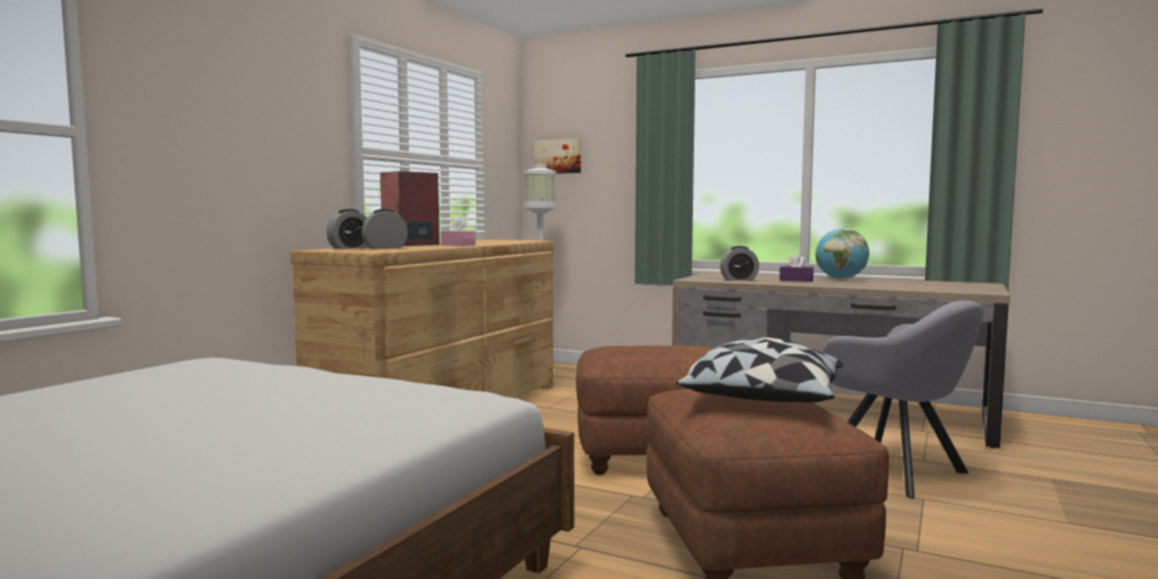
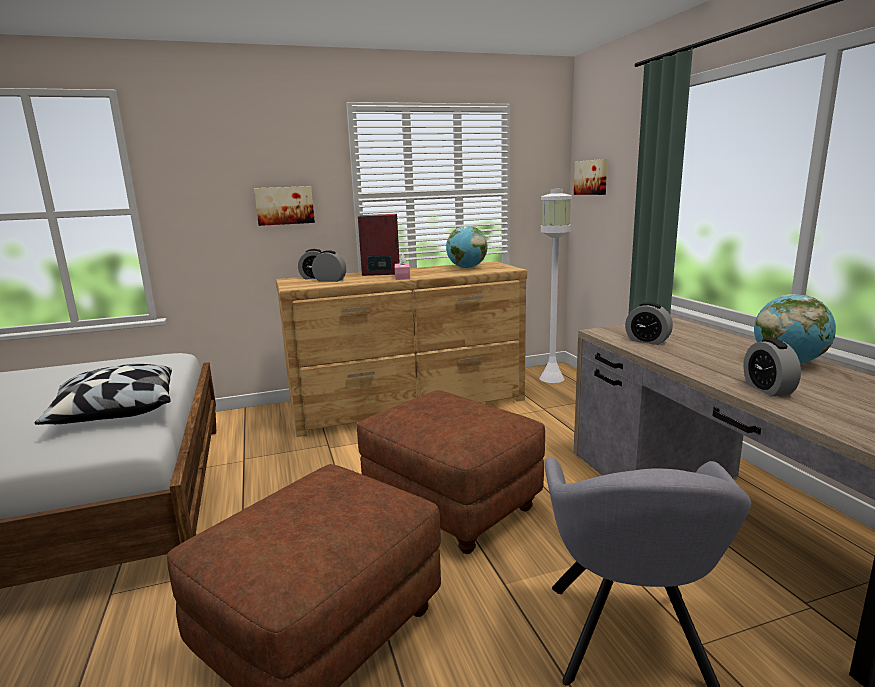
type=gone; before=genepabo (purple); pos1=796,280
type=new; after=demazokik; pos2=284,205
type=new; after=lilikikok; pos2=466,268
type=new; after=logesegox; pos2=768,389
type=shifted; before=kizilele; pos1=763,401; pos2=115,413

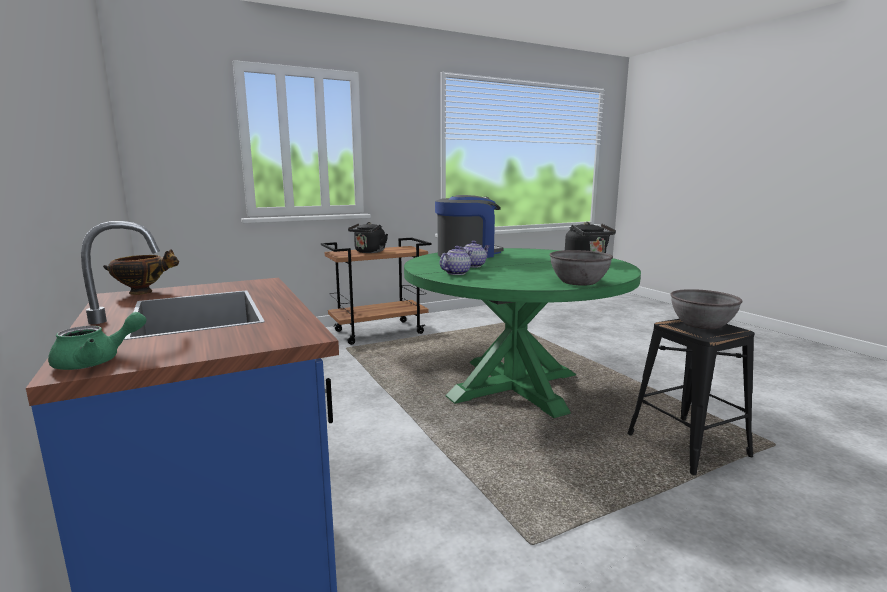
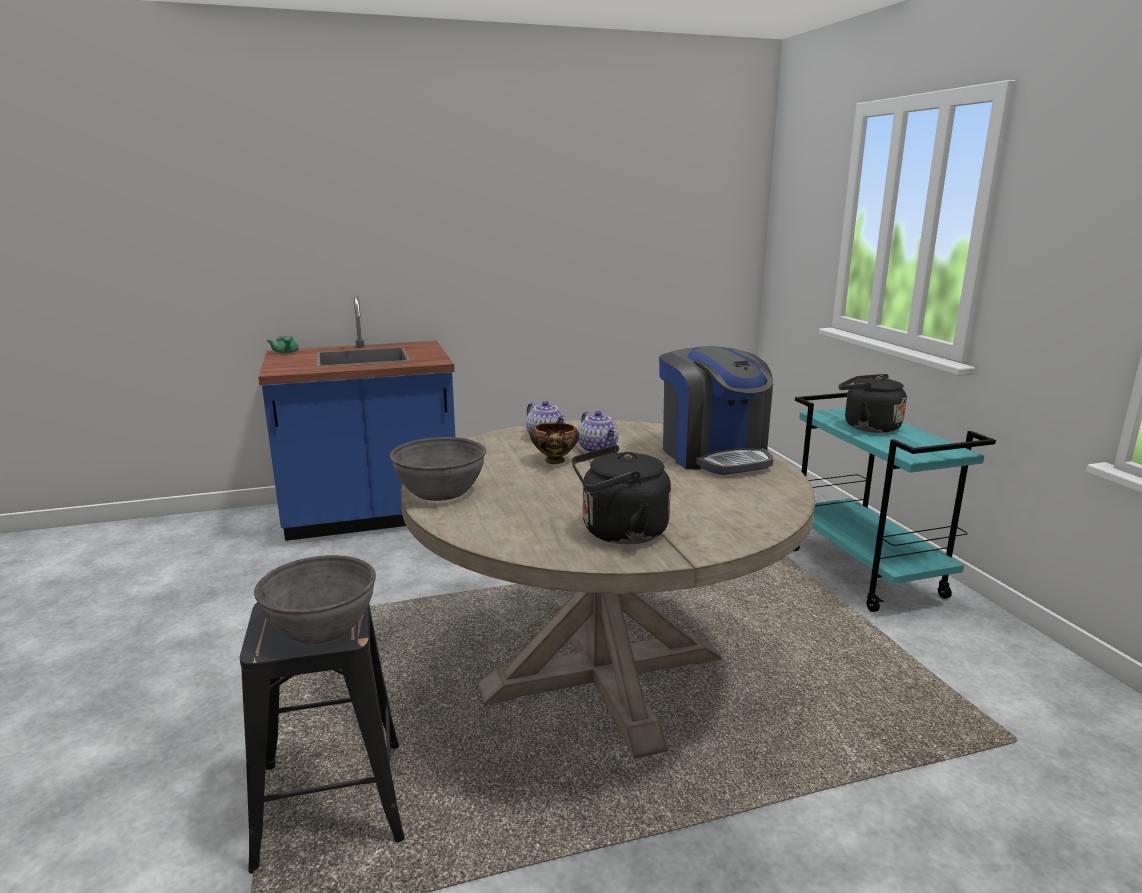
type=shifted; before=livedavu; pos1=144,292; pos2=555,461
type=repainted; before=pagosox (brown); after=pagosox (turquoise); pos1=379,332; pos2=866,573
type=repainted; before=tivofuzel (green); after=tivofuzel (beige); pos1=513,386; pos2=602,673

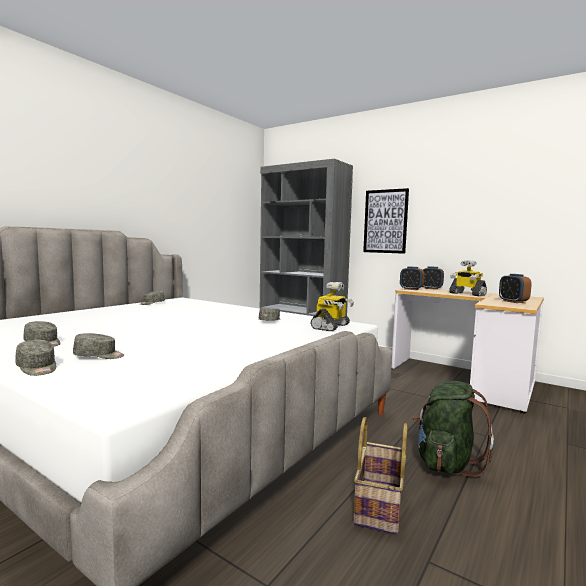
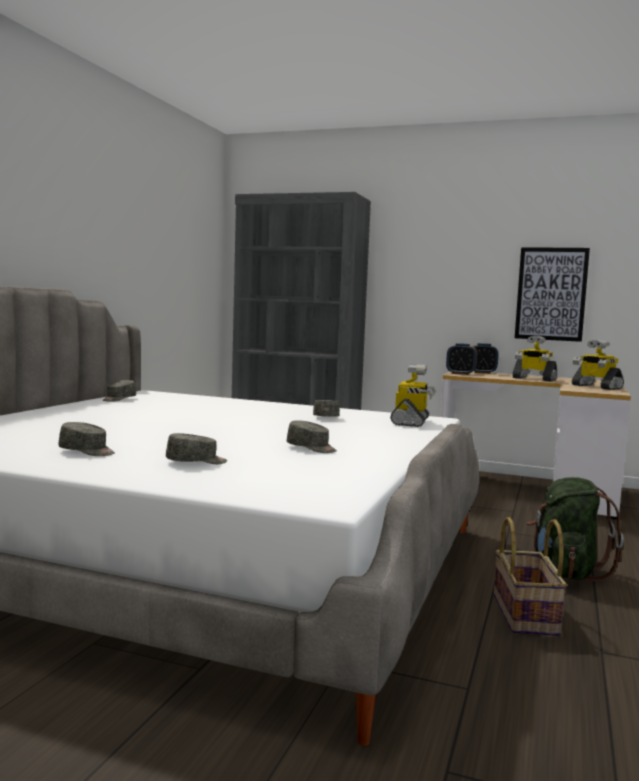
type=shifted; before=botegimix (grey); pos1=37,368; pos2=311,448
type=shifted; before=demazokik; pos1=385,221; pos2=551,294
type=swapped; before=logesegox; after=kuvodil; pos1=513,301; pos2=596,387

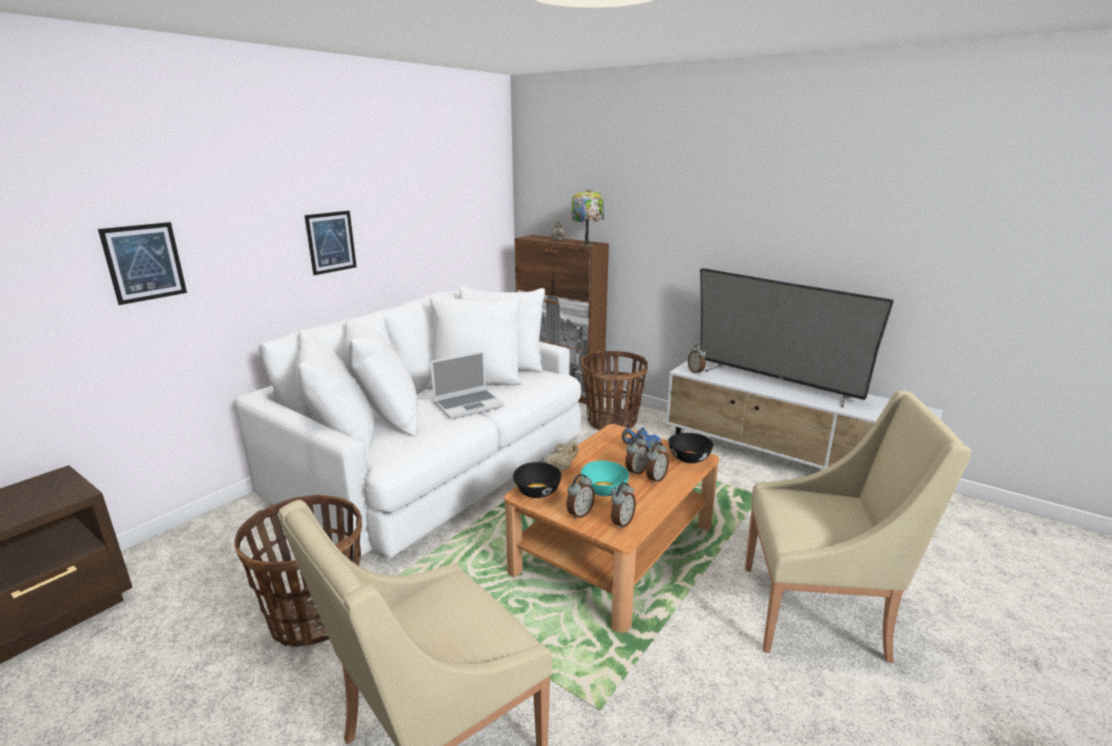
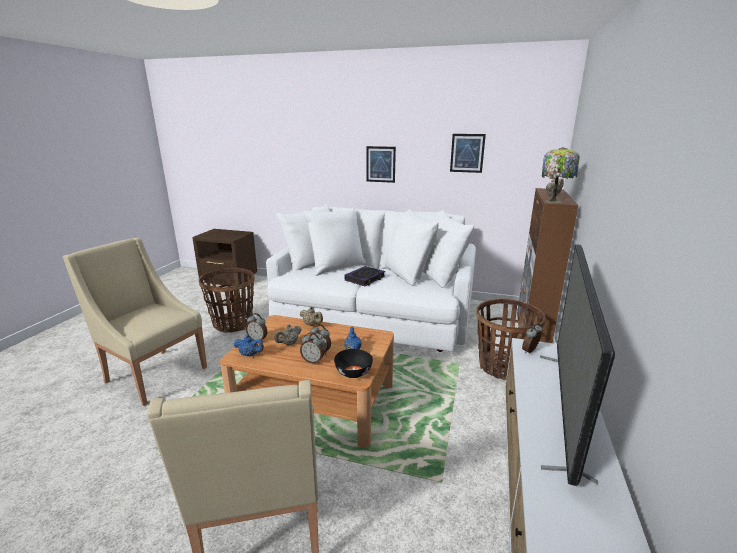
type=gone; before=livedavu (black); pos1=538,492
type=shifted; before=demazokik; pos1=144,262; pos2=467,153
type=swapped; before=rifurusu; after=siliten; pos1=469,405; pos2=365,279
type=swapped; before=livedavu (turquoise); after=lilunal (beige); pos1=604,490; pos2=289,343
type=swapped; before=logesegox; after=lilunal (blue); pos1=621,523; pos2=250,355

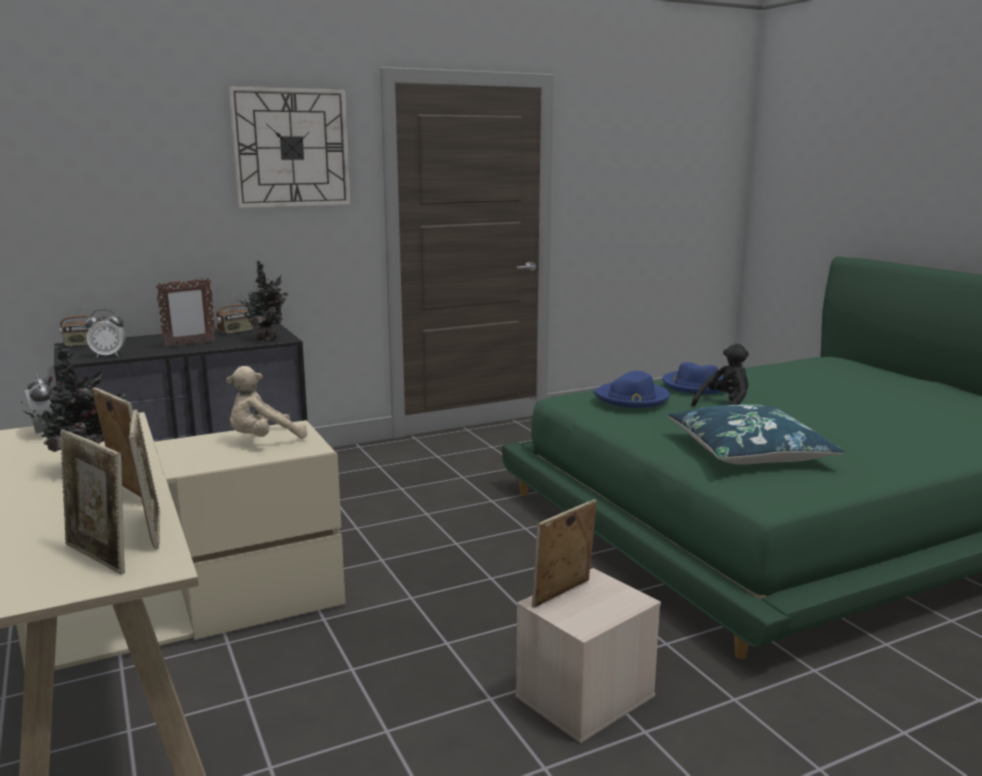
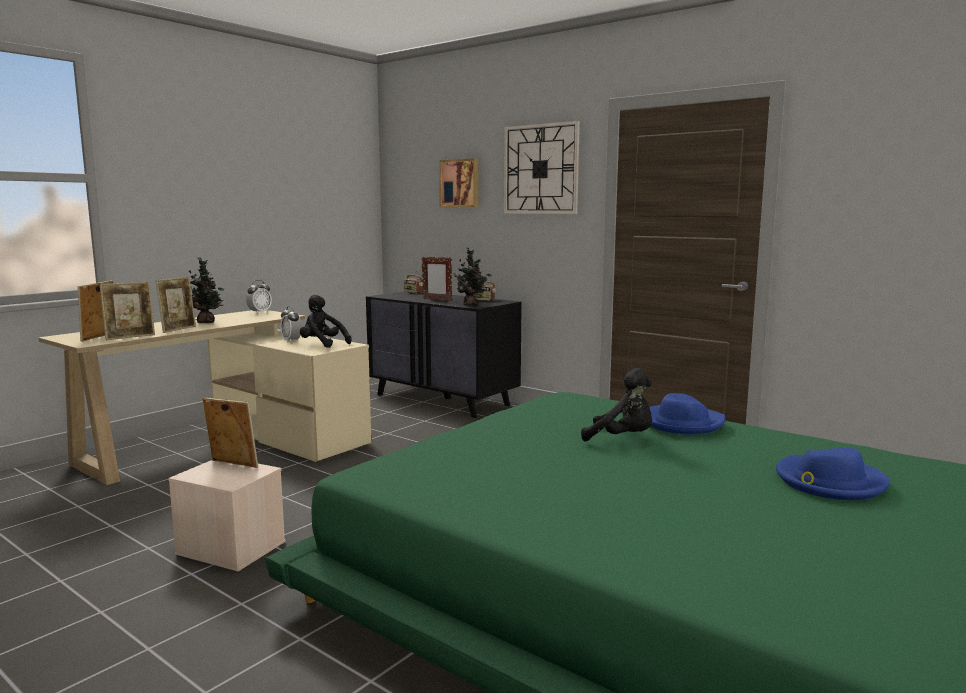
type=gone; before=kizilele (blue); pos1=749,452
type=new; after=demazokik; pos2=460,183
type=shifted; before=logesegox; pos1=108,356; pos2=291,341
type=shifted; before=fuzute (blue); pos1=632,398; pos2=829,482
type=repainted; before=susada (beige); after=susada (black); pos1=263,440; pos2=322,344

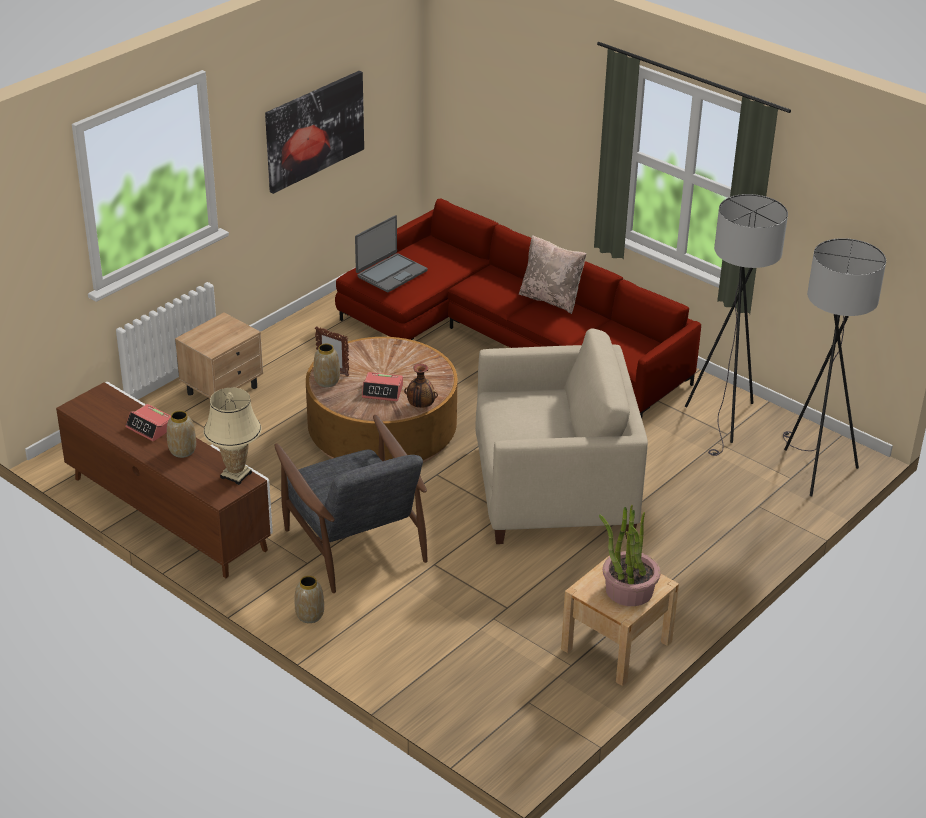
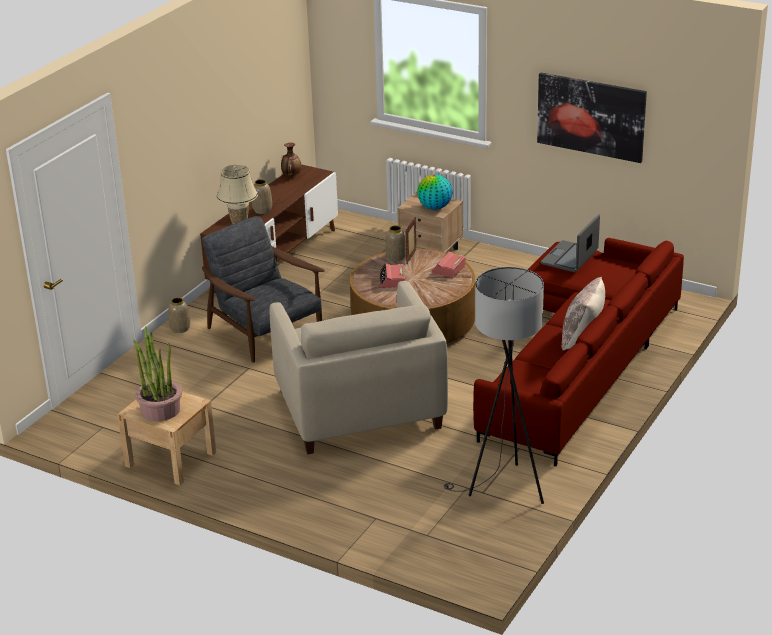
type=gone; before=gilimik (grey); pos1=812,468
type=new; after=lilikikok; pos2=434,207
type=shifted; before=logesegox; pos1=151,427; pos2=448,269
type=shifted; before=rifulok; pos1=420,406; pos2=291,175
type=rotated; before=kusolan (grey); pos1=354,541; pos2=265,332; turn=90
type=rotated; before=rifurusu; pos1=391,273; pos2=570,258; turn=90

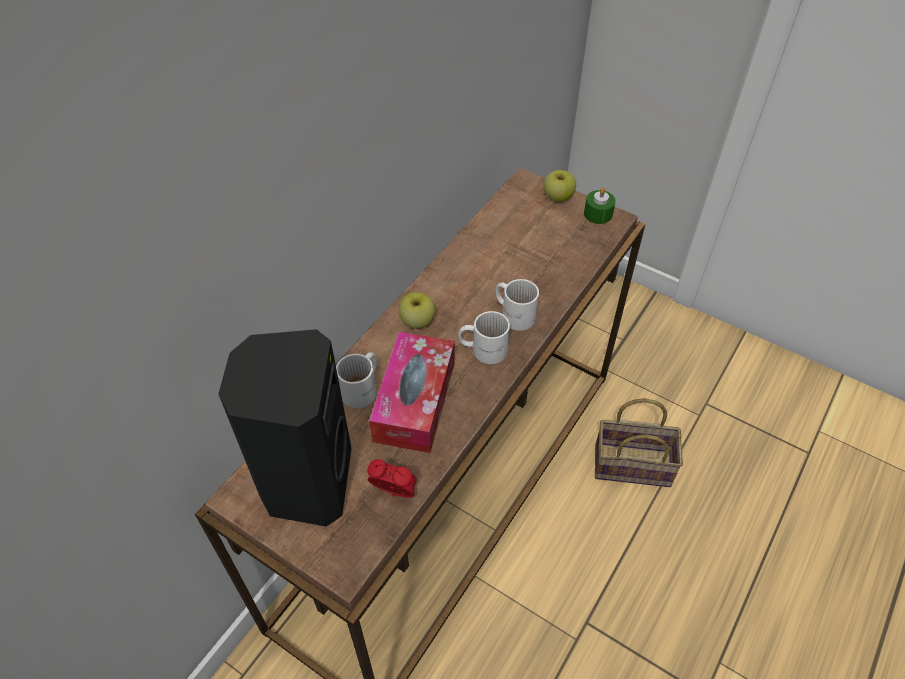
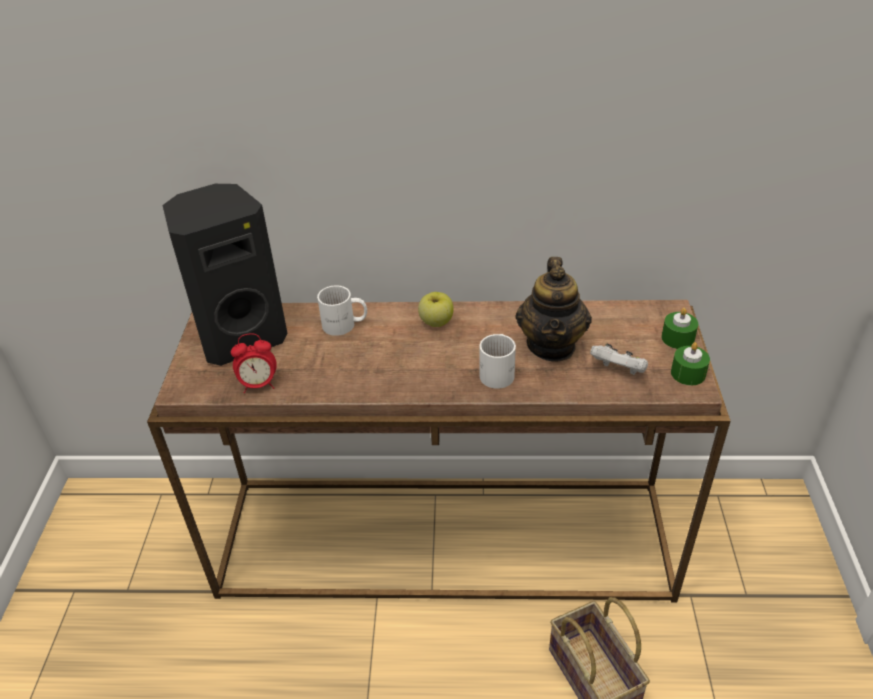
type=gone; before=genepabo; pos1=414,401
type=gone; before=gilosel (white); pos1=483,348
type=new; after=lilunal; pos2=552,345
type=new; after=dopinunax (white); pos2=618,371
type=swapped; before=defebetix; after=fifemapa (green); pos1=558,197; pos2=677,338
type=rotated; before=logesegox; pos1=394,494; pos2=259,385; turn=90

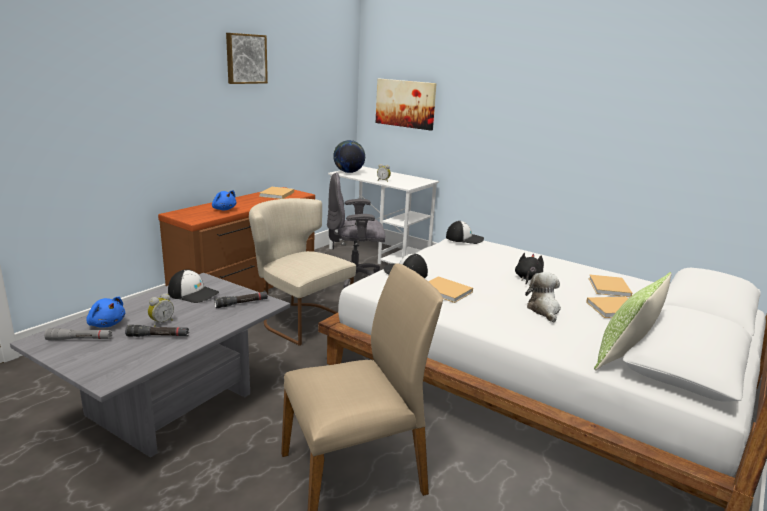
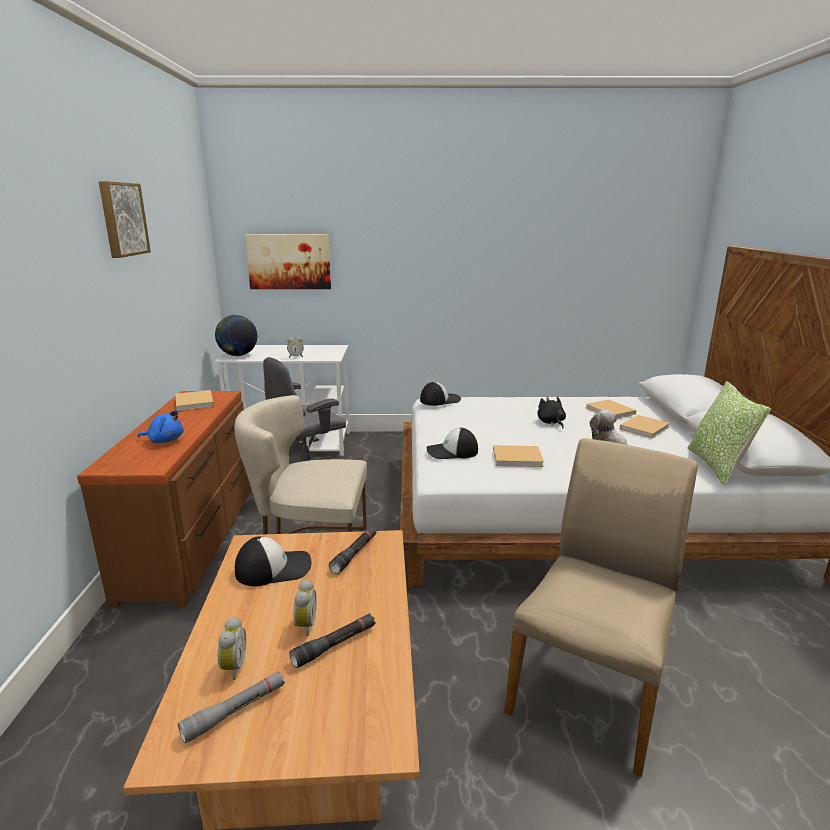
type=swapped; before=susada (blue); after=logesegox; pos1=106,324; pos2=232,667
type=repainted; before=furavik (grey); after=furavik (brown); pos1=171,407; pos2=311,737

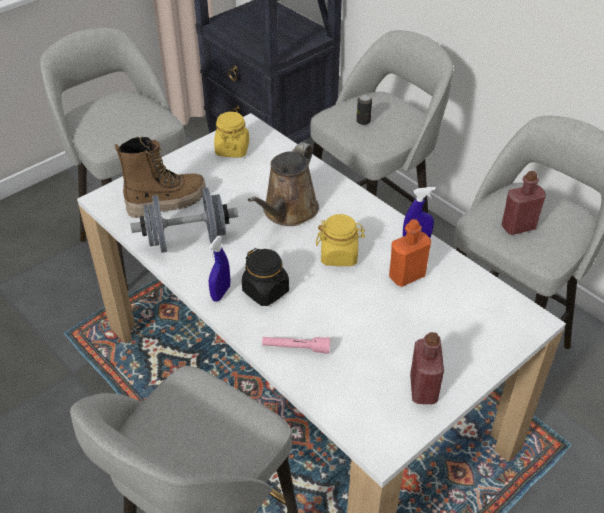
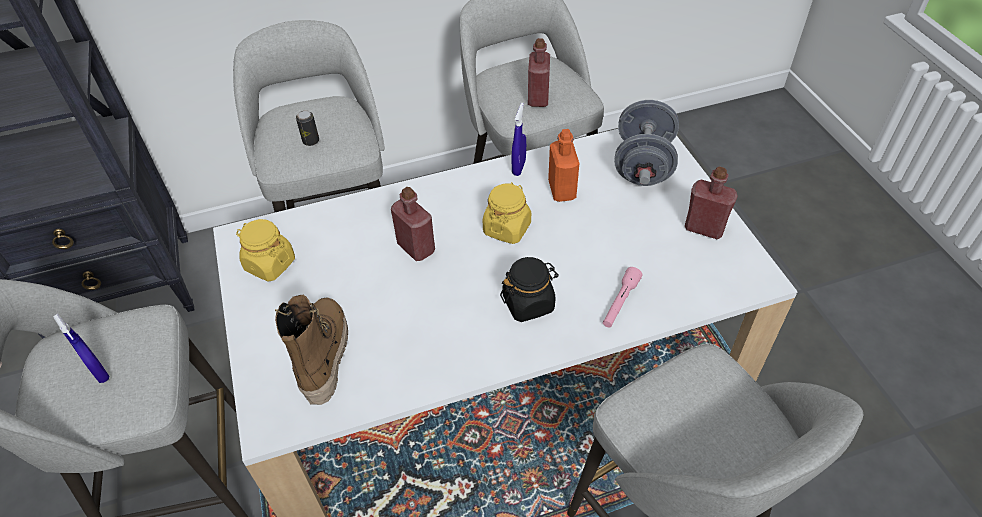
type=shifted; before=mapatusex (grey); pos1=187,241; pos2=643,165
type=shifted; before=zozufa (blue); pos1=221,293; pos2=99,372
type=swapped; before=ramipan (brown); after=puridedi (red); pos1=288,212; pos2=416,248

